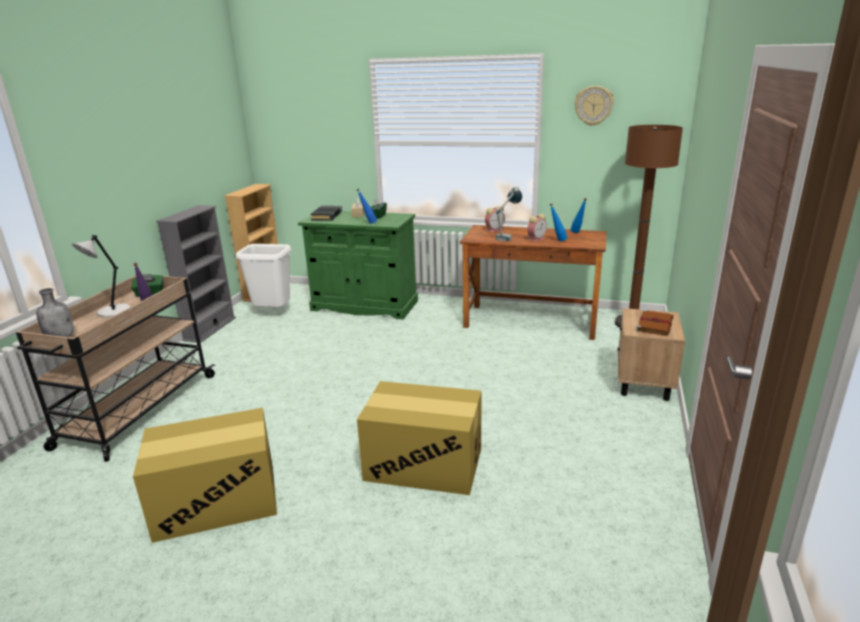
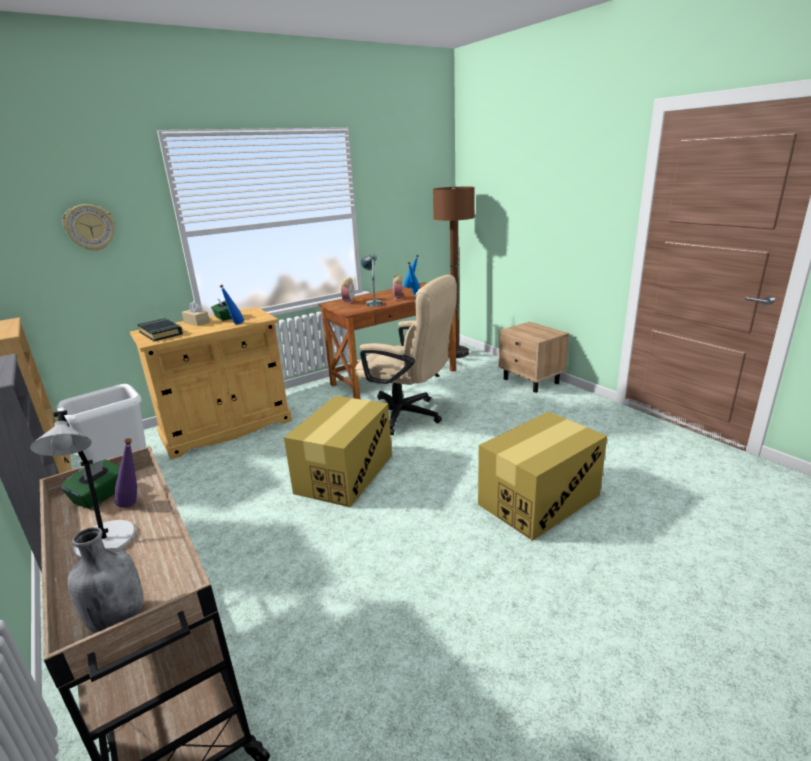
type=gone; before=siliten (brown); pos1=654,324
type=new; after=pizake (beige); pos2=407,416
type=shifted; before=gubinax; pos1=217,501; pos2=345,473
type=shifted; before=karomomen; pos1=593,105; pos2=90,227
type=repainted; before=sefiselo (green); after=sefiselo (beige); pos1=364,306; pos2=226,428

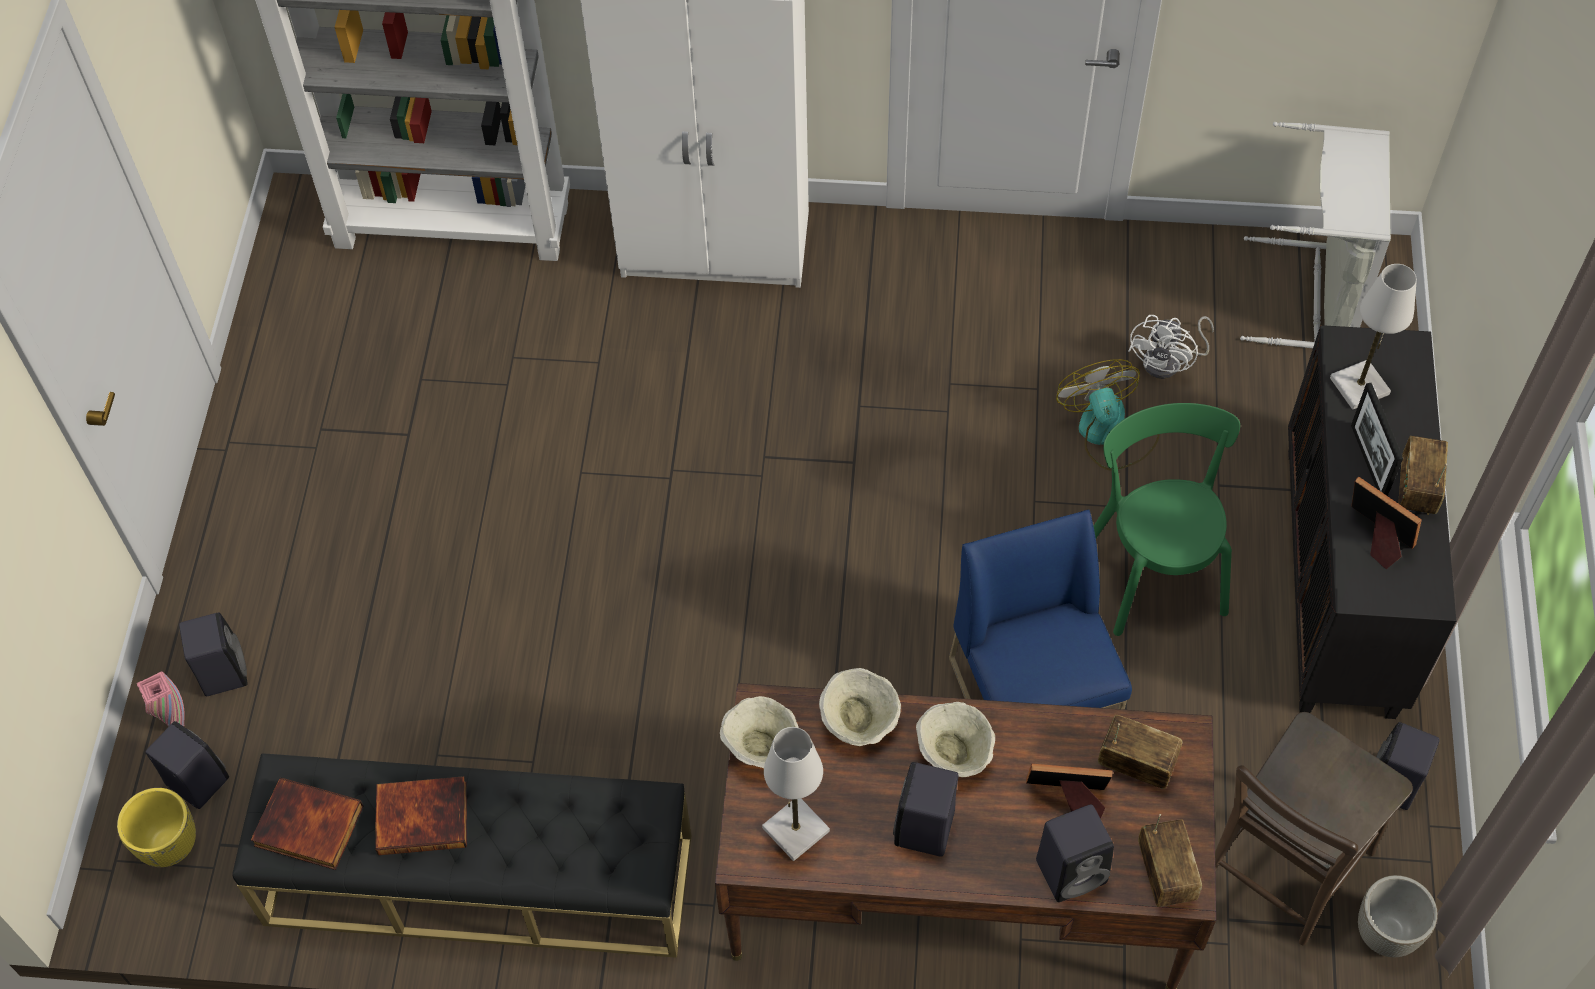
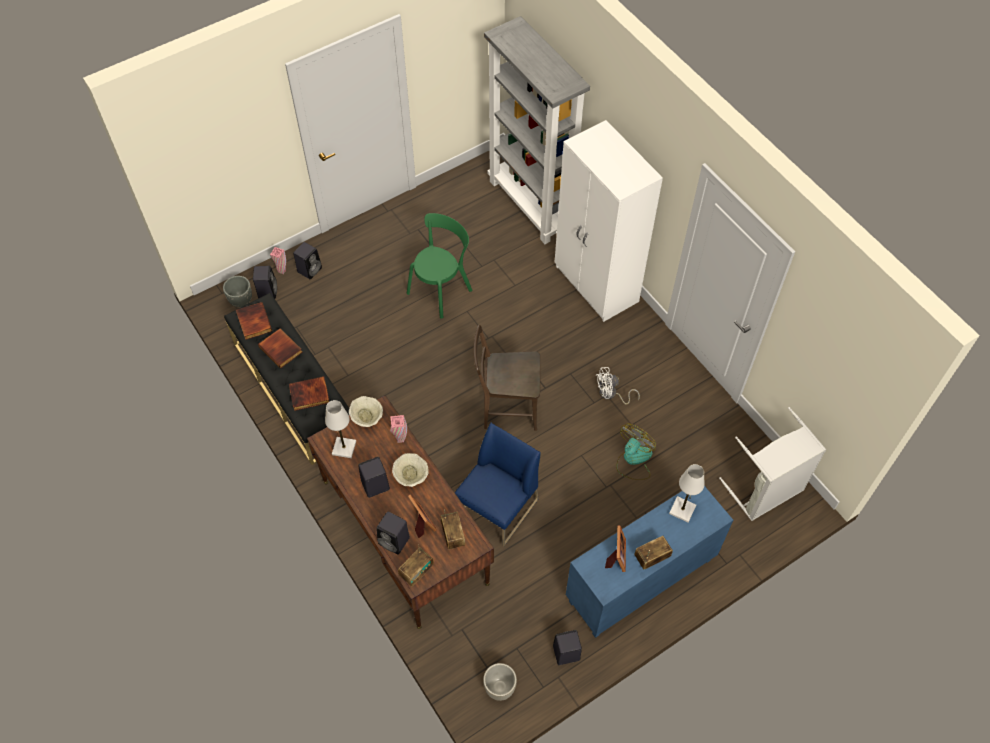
type=gone; before=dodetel; pos1=1368,462
type=new; after=siliten; pos2=309,395
type=shifted; before=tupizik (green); pos1=1153,570; pos2=441,289
type=shifted; before=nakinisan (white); pos1=1169,362; pos2=611,394
type=shifted; before=tupizik (brown); pos1=1283,870; pos2=506,408
type=swapped; before=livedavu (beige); after=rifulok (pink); pos1=859,721; pos2=400,439
type=repainted; before=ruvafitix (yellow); after=ruvafitix (grey); pos1=170,845; pos2=241,301
type=repainted; before=sefiselo (black); after=sefiselo (blue); pos1=1341,582; pos2=640,582

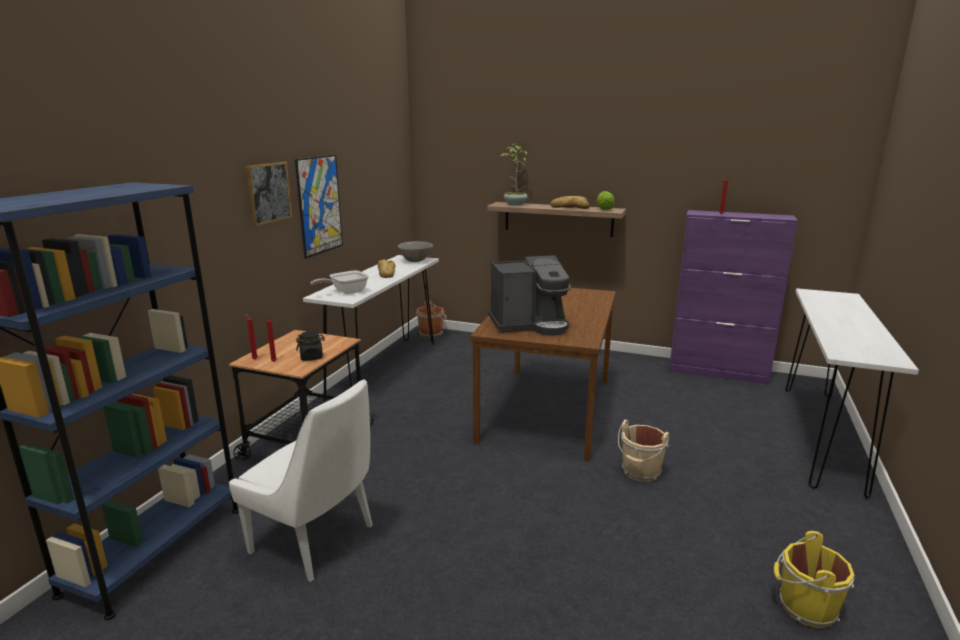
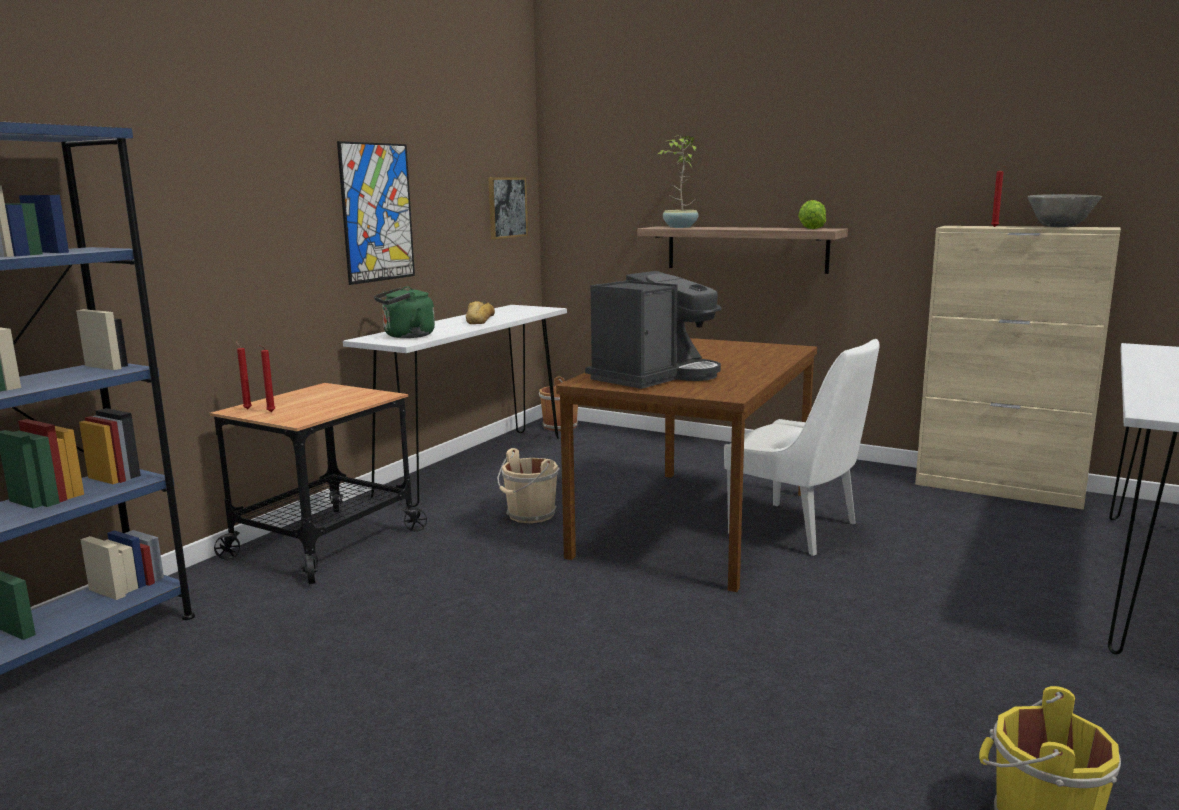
type=gone; before=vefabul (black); pos1=311,357
type=gone; before=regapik; pos1=570,208
type=shifted; before=tupizik (white); pos1=316,540; pos2=798,530
type=shifted; before=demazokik; pos1=268,192; pos2=507,207
type=shifted; before=livedavu (grey); pos1=416,261; pos2=1060,227
type=shifted; before=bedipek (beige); pos1=640,472; pos2=529,515
type=swapped; before=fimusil; after=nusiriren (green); pos1=346,292; pos2=406,336
type=repainted; before=sefiselo (purple); after=sefiselo (beige); pos1=718,372; pos2=999,489
type=rotated; before=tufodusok; pos1=530,325; pos2=654,376; turn=-45

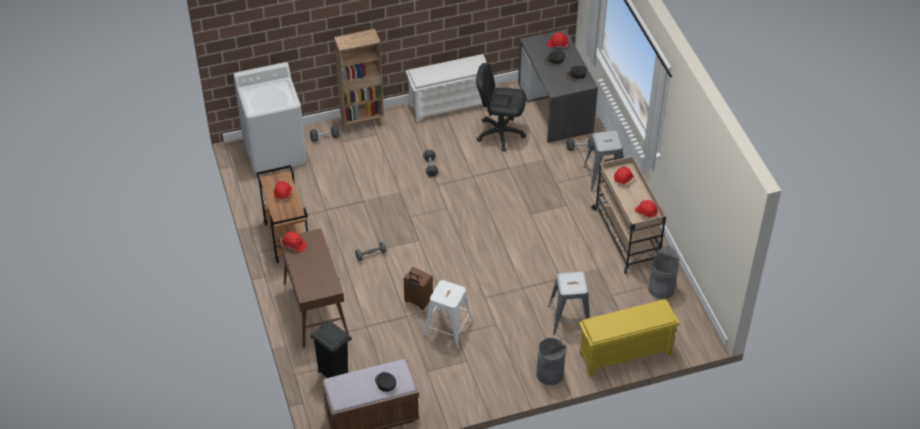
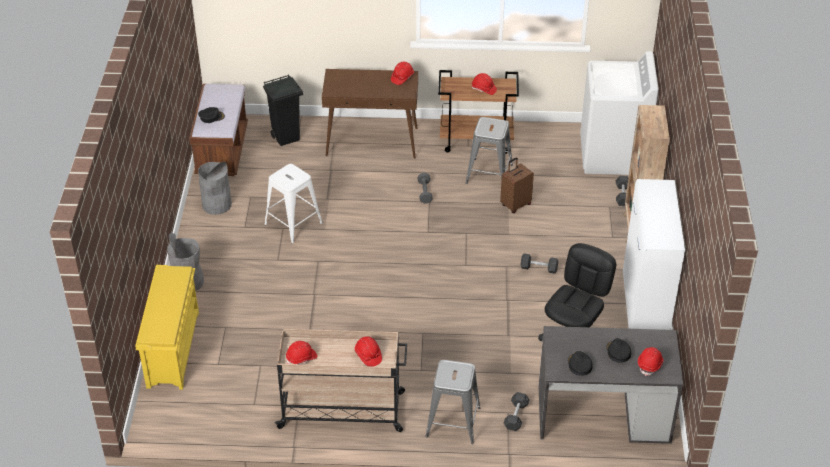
type=shifted; before=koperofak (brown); pos1=418,301; pos2=515,204
type=shifted; before=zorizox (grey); pos1=569,318; pos2=489,174
type=shifted; before=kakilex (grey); pos1=661,289; pos2=216,205
type=swapped; before=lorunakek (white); after=sefiselo (white); pos1=449,104; pos2=644,311

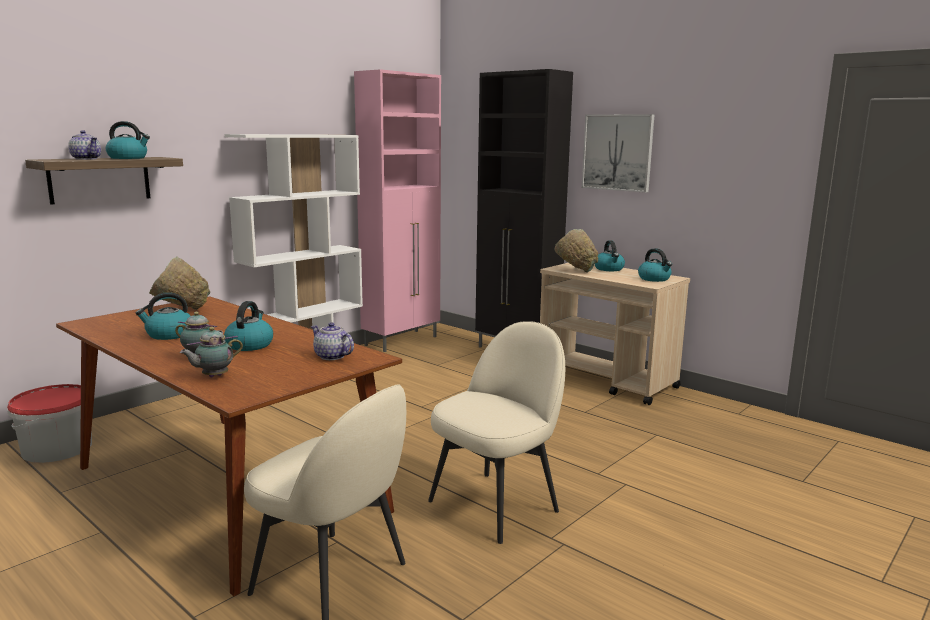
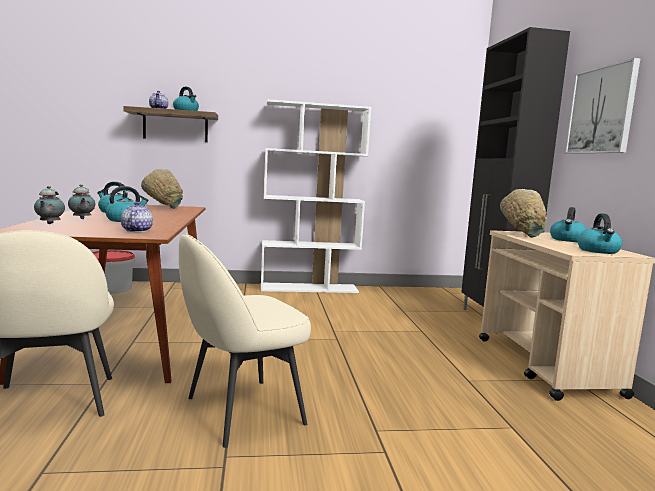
type=gone; before=sefiselo (pink); pos1=402,341
type=rotated; before=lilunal; pos1=213,376; pos2=49,224; turn=-105
type=rotated; before=tupizik (beige); pos1=496,504; pos2=241,411; turn=150

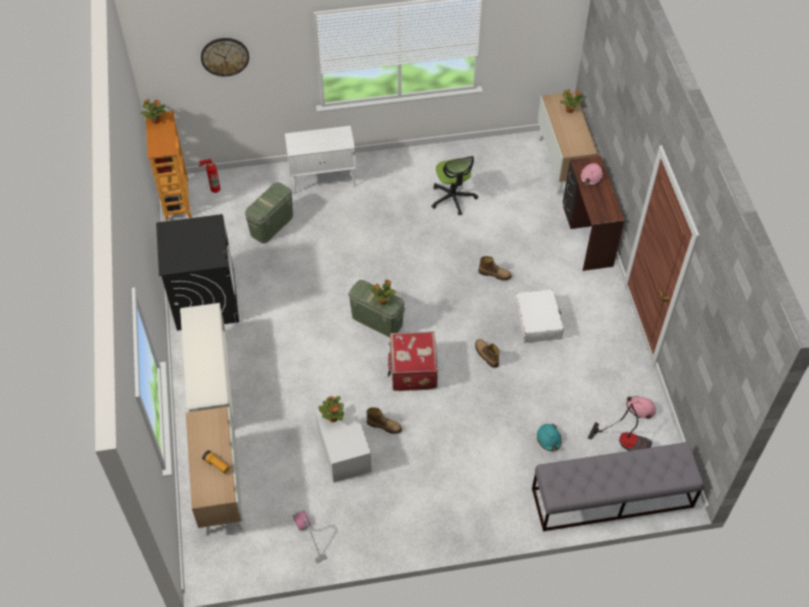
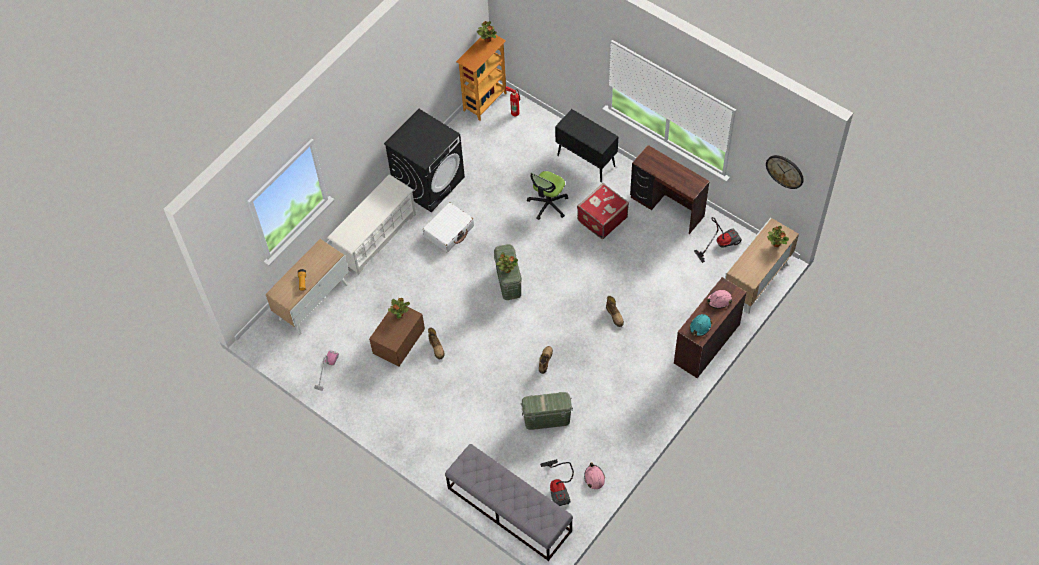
type=new; after=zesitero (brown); pos2=666,207
type=new; after=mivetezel; pos2=720,244
type=shifted; before=karomomen; pos1=225,56; pos2=785,171
type=shifted; before=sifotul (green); pos1=272,225; pos2=547,419
type=shifted; before=koperofak (red); pos1=412,371; pos2=601,218
type=shifted; before=pizake; pos1=453,198; pos2=548,204
type=shifted; before=koperofak (white); pos1=537,321; pos2=449,231
type=shifted; before=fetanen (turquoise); pos1=549,439; pos2=700,327
type=repainted; before=sefiselo (white); after=sefiselo (black); pos1=323,180; pos2=586,161
type=repainted; before=sifotul (white); after=sifotul (brown); pos1=344,451; pos2=398,341

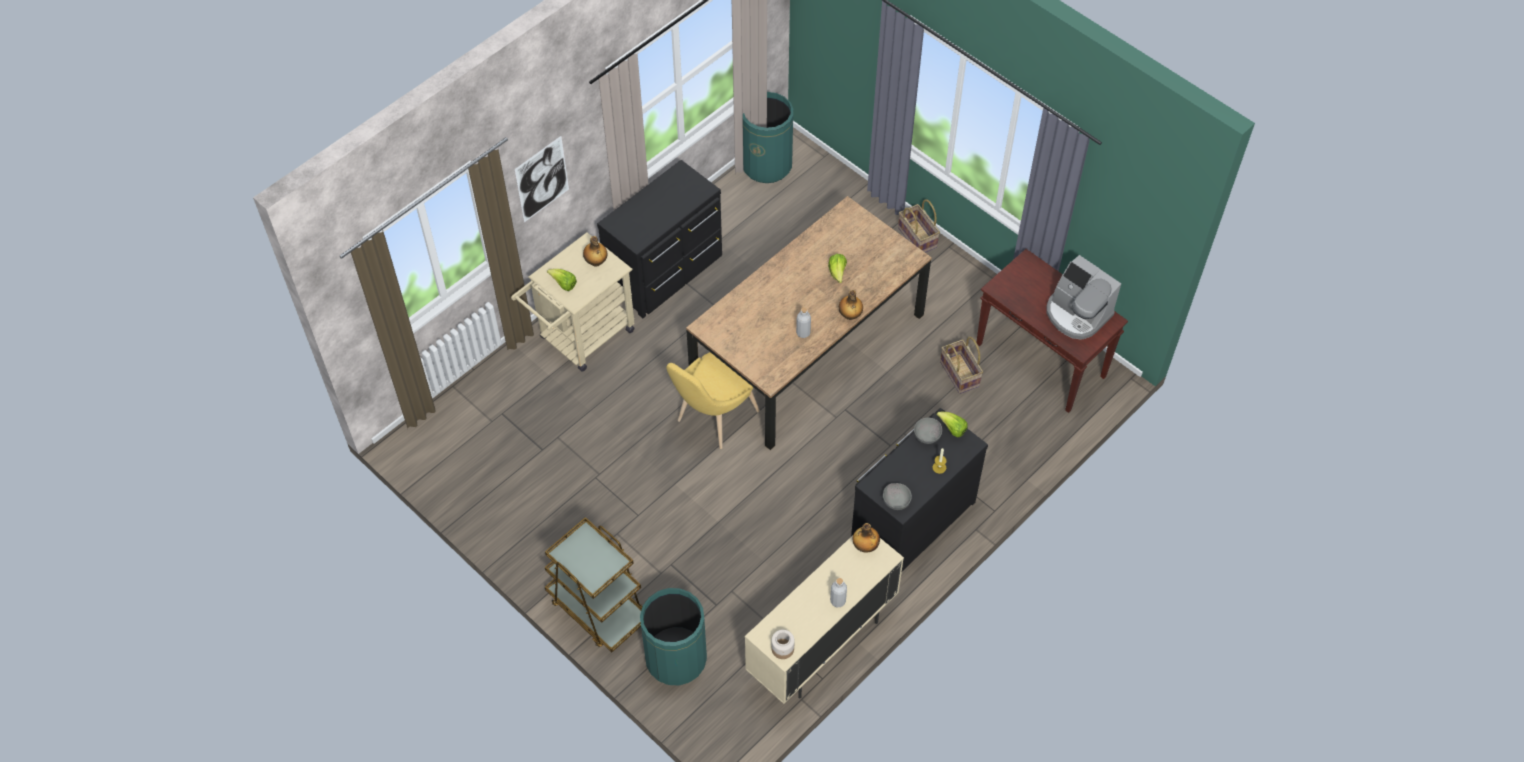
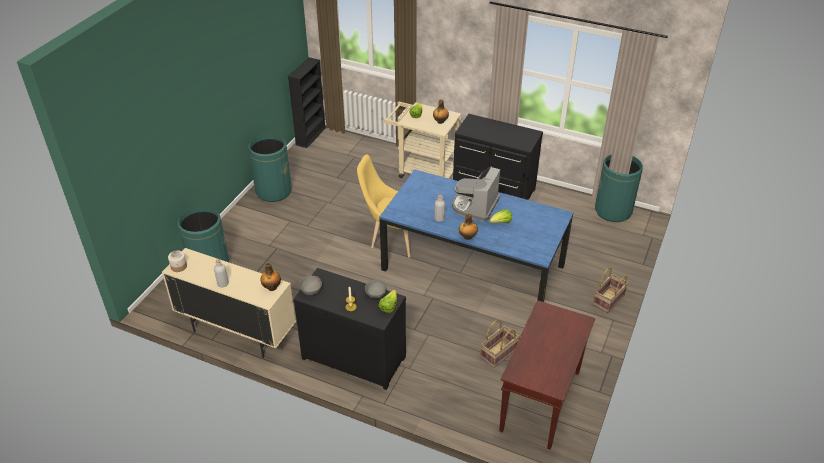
type=gone; before=demazokik; pos1=542,179
type=gone; before=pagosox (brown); pos1=598,608
type=new; after=kakilex (green); pos2=273,191
type=new; after=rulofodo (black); pos2=310,136
type=shifted; before=tufodusok; pos1=1077,314; pos2=475,206
type=repainted; before=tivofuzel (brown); after=tivofuzel (blue); pos1=808,349; pos2=472,268

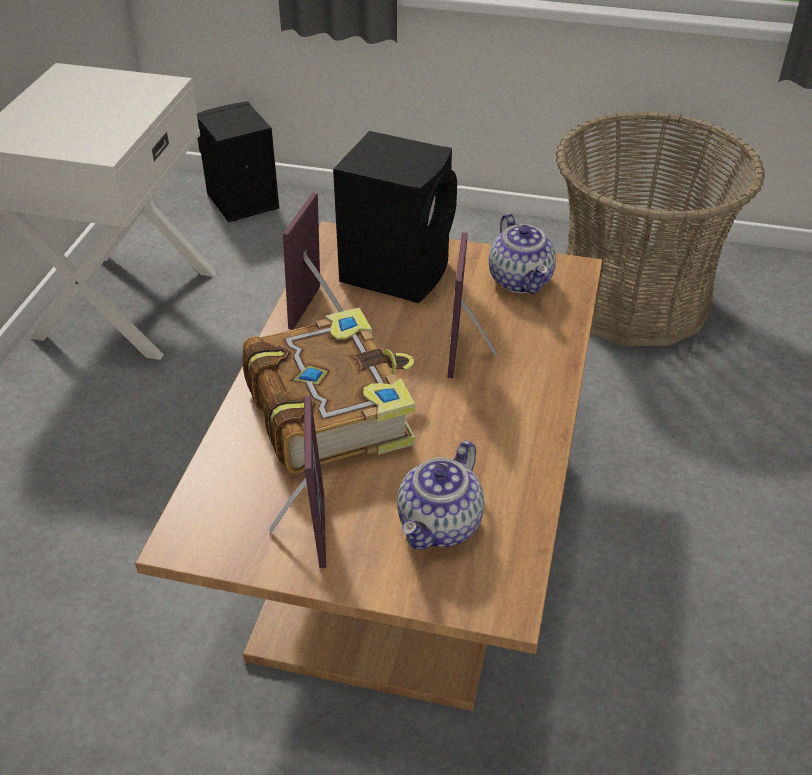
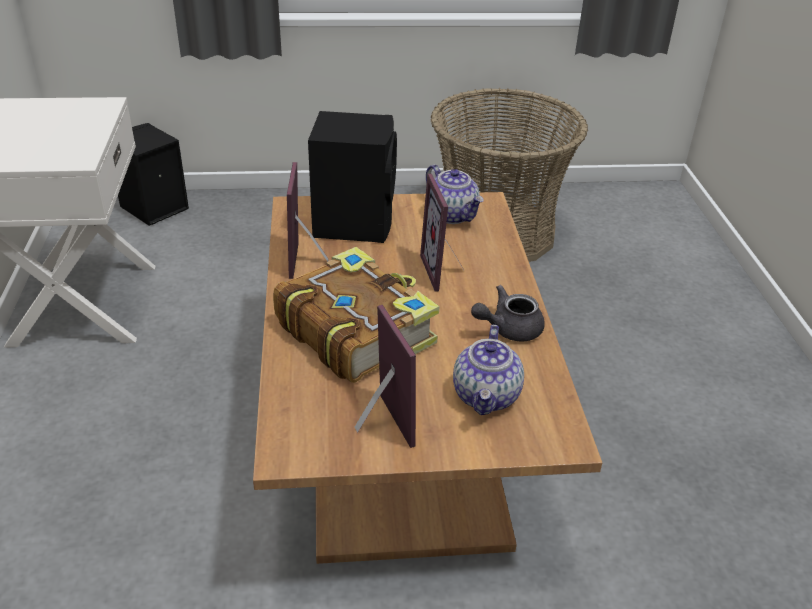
type=new; after=lilunal (grey); pos2=508,329

